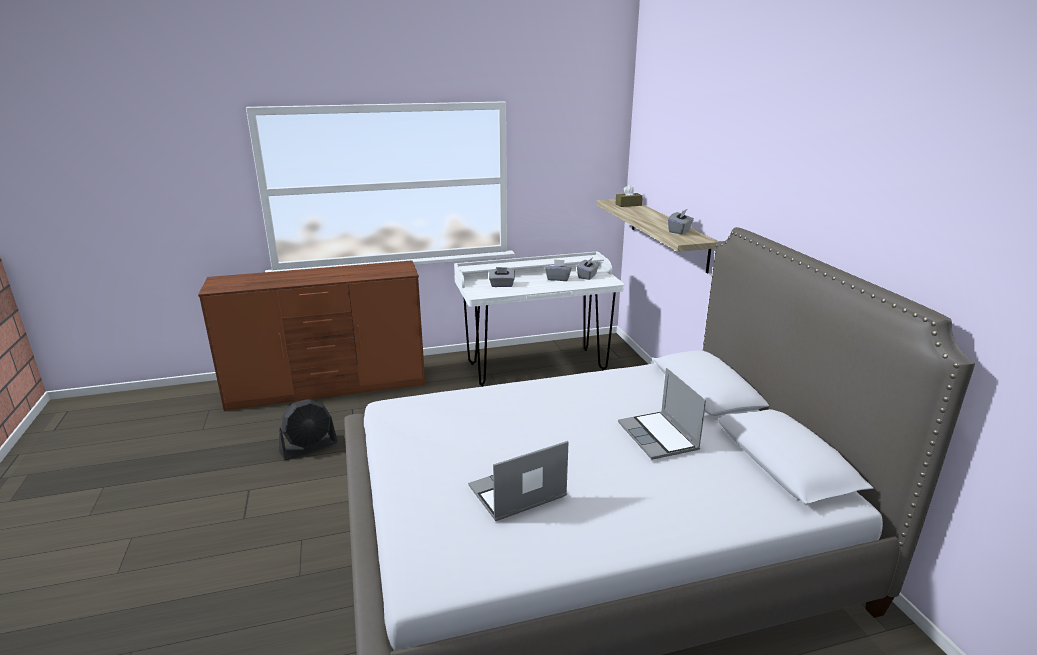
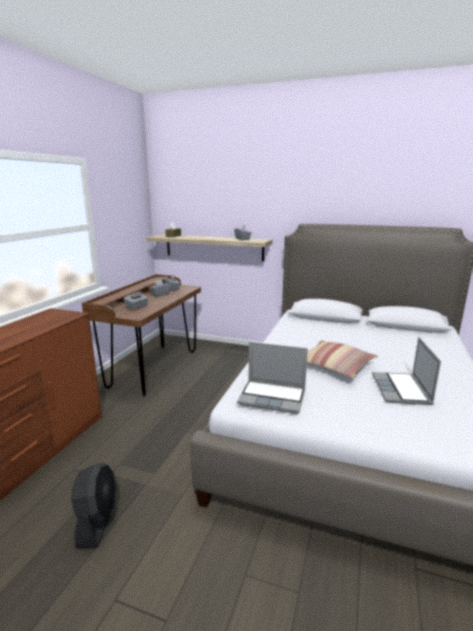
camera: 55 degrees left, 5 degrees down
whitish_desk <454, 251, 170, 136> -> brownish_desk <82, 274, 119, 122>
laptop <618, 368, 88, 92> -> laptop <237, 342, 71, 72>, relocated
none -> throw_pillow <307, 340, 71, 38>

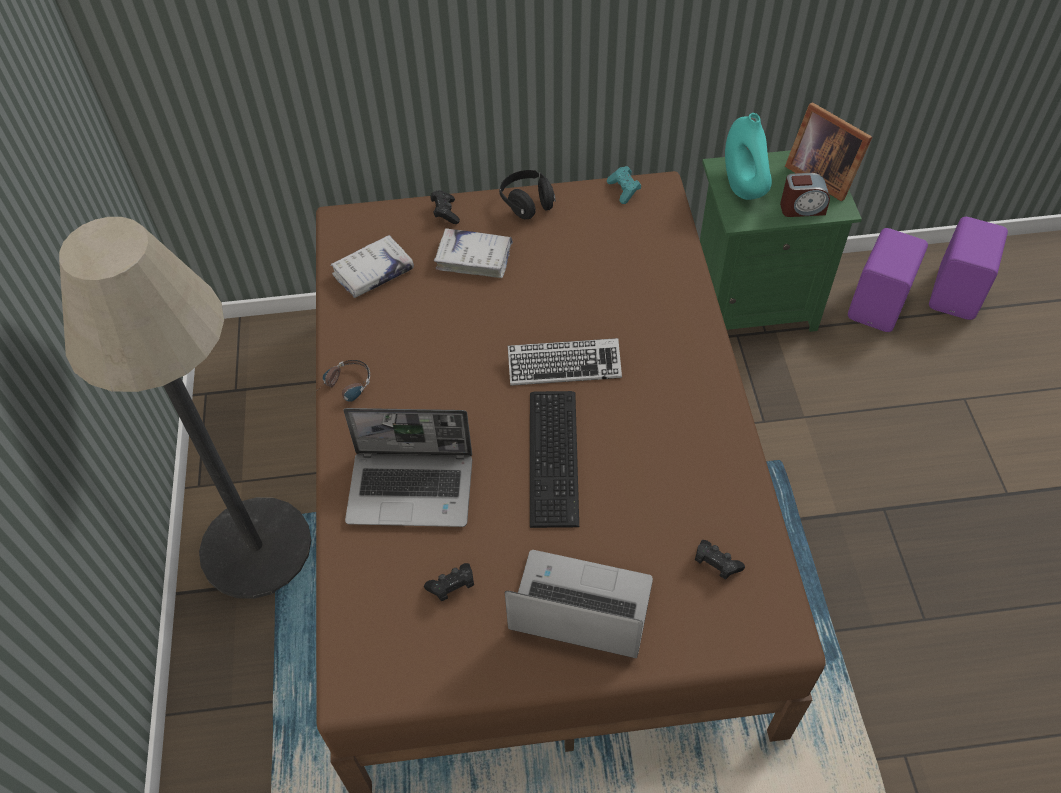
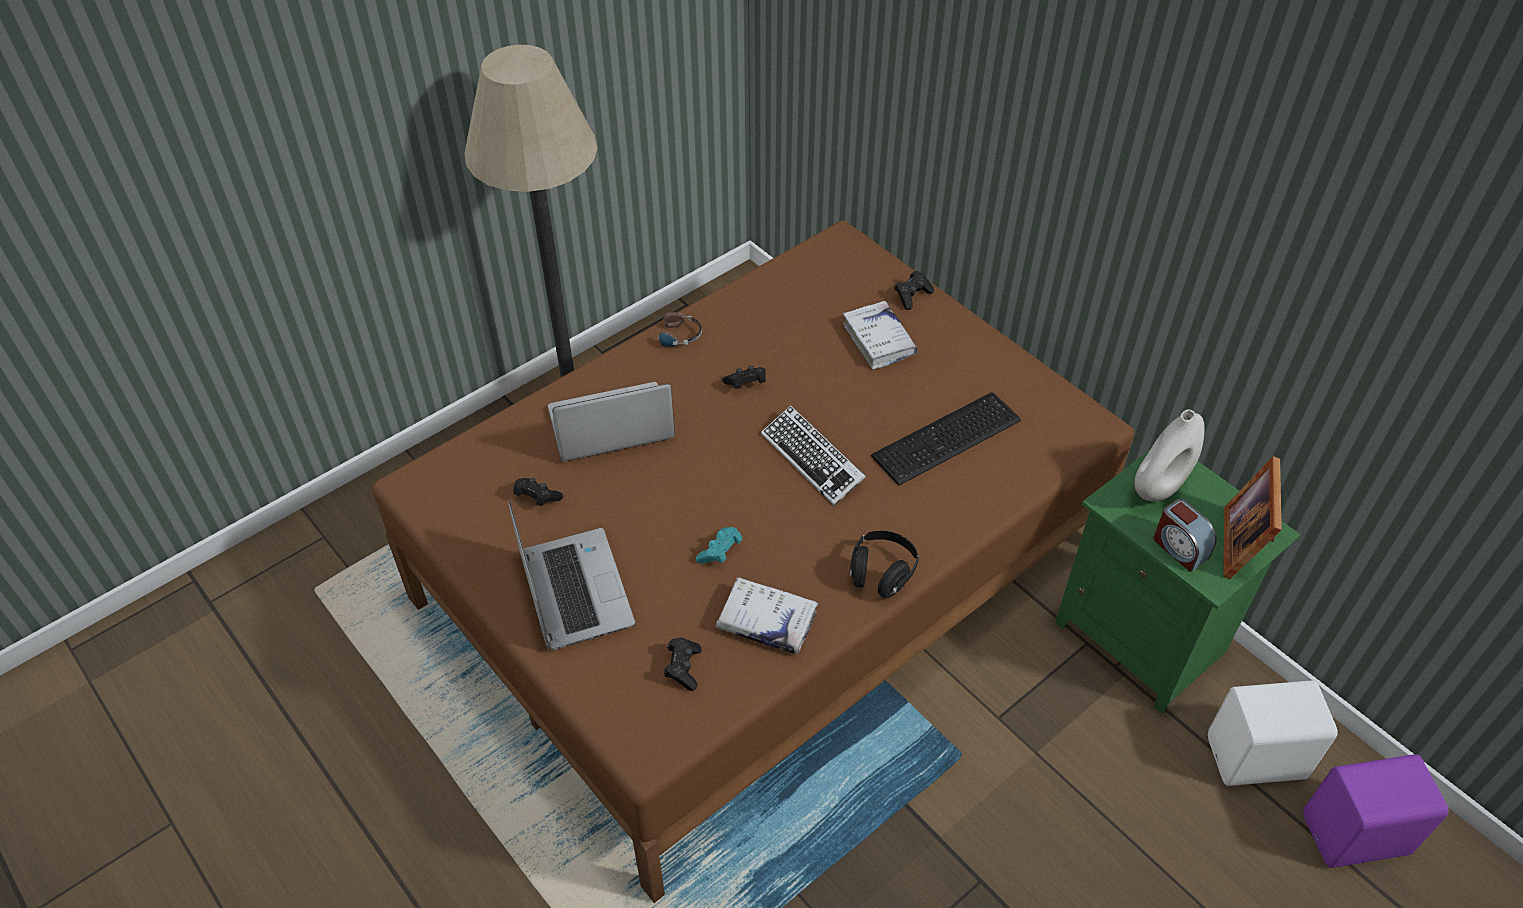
camera: 55 degrees right, 5 degrees down
laptop <344, 408, 128, 119> -> laptop <548, 382, 127, 80>, 105 degrees clockwise
turquoise_joypad <607, 166, 34, 38> -> turquoise_joypad <696, 527, 46, 37>, relocated
whitish_volume <331, 235, 83, 63> -> whitish_volume <715, 577, 103, 77>, relocated
none -> blackish_joypad <722, 365, 44, 24>
blackish_headset <499, 170, 57, 49> -> blackish_headset <849, 531, 70, 67>, relocated
PC_keyboard <530, 391, 49, 137> -> PC_keyboard <871, 392, 150, 94>, relocated
turquoise_flower_vase <725, 113, 47, 87> -> whitish_flower_vase <1134, 409, 71, 93>
purplish_audio_speaker <848, 228, 80, 104> -> whitish_audio_speaker <1208, 680, 130, 106>

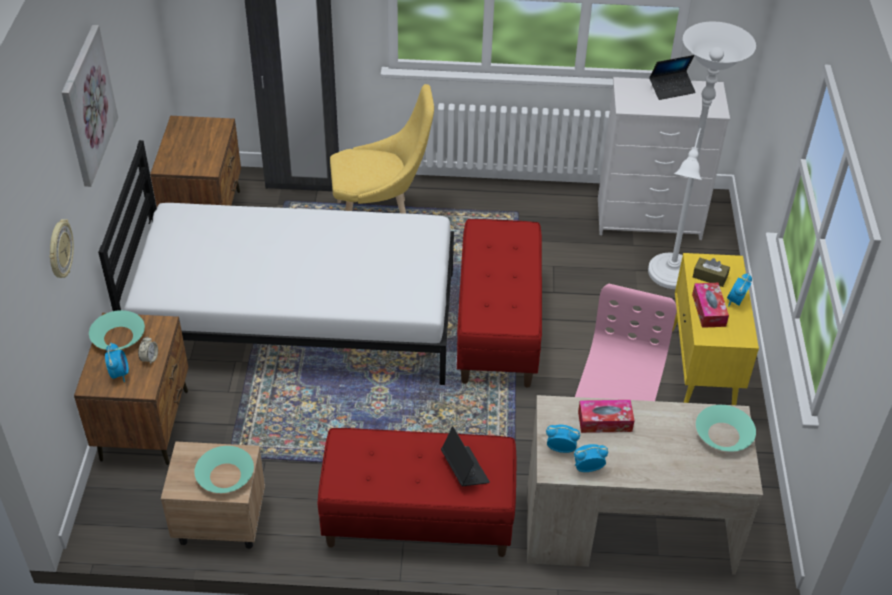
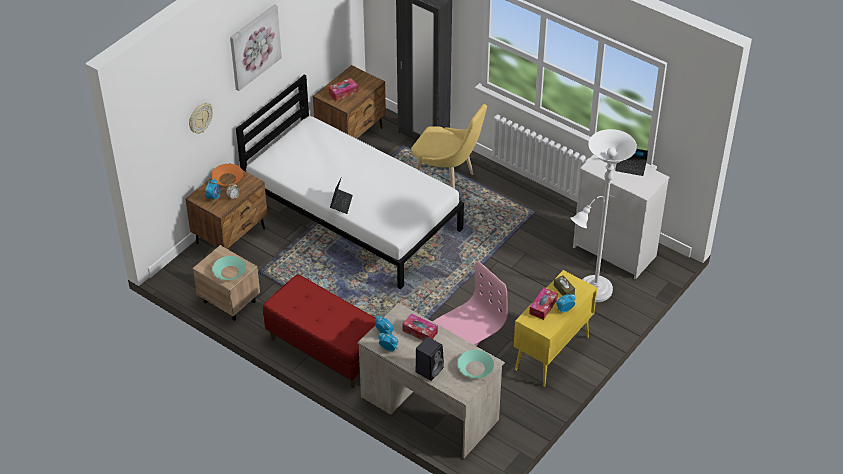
camera: 35 degrees right, 0 degrees up
turquoise_deep_dish <89, 310, 56, 40> -> orange_deep_dish <211, 164, 32, 22>
none -> box_of_tissues <328, 78, 30, 23>
laptop <441, 426, 49, 60> -> laptop <330, 178, 23, 36>, relocated
none -> blackish_audio_speaker <415, 337, 29, 44>
red_bench <457, 219, 85, 169> -> none

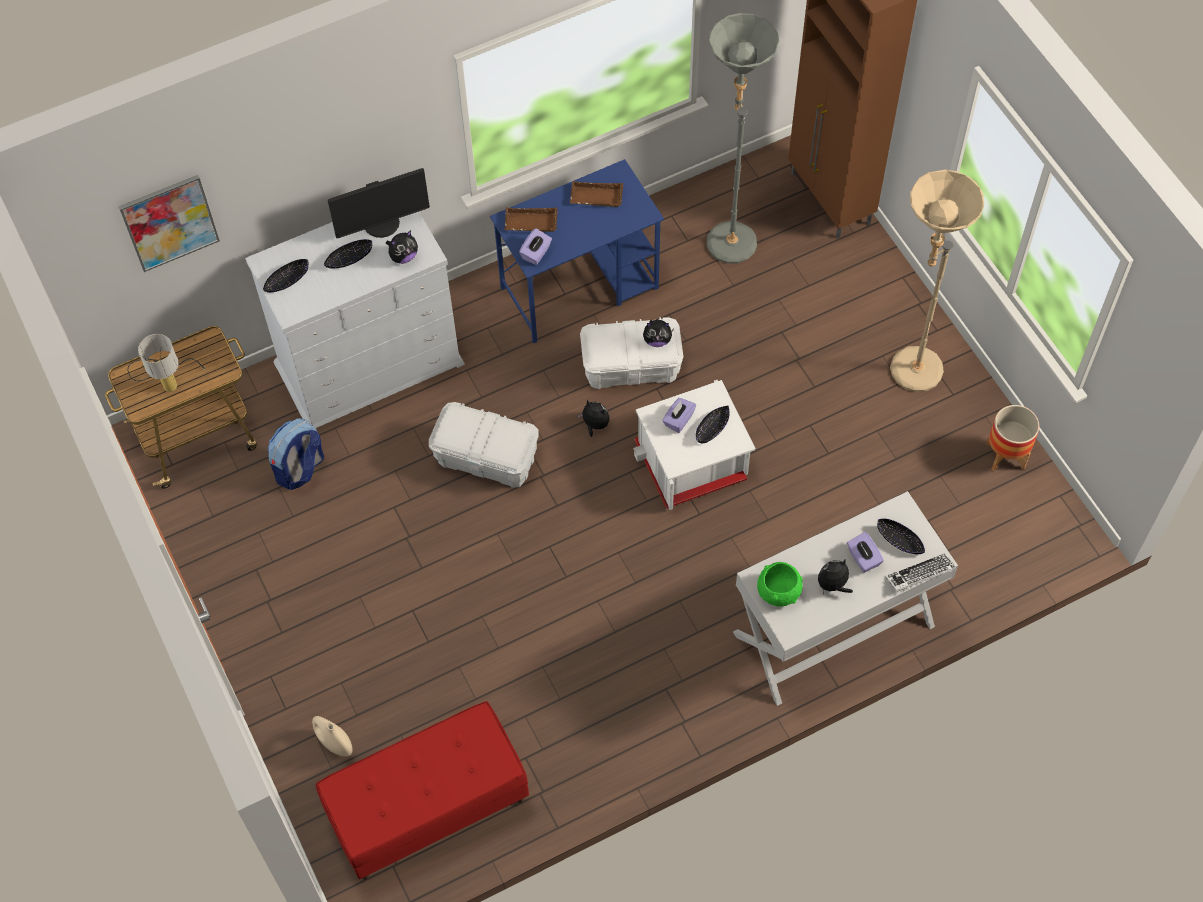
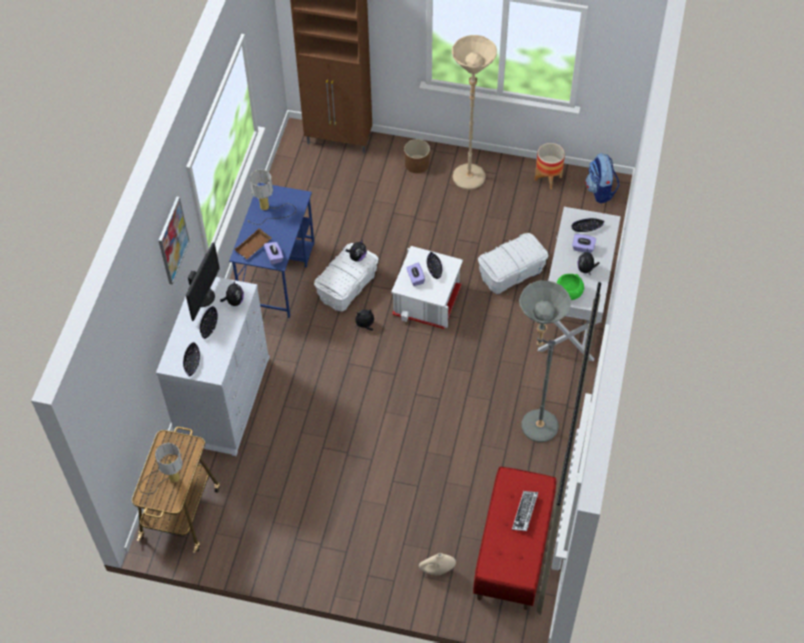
camera: 50 degrees left, 5 degrees down
wall_picture <119, 175, 101, 97> -> wall_picture <158, 197, 32, 88>, relocated
brownish_carrying_tray <570, 181, 53, 26> -> lamp_for_a_table <248, 170, 48, 55>
none -> brownish_plant_pot <404, 139, 26, 34>
whitish_storage_box <429, 402, 110, 86> -> whitish_storage_box <478, 233, 71, 61>, relocated
PC_keyboard <885, 553, 71, 39> -> PC_keyboard <512, 491, 26, 40>, relocated
greyish_standing_lamp <707, 13, 73, 251> -> greyish_standing_lamp <519, 280, 52, 162>, relocated
backpack <268, 418, 56, 72> -> backpack <585, 153, 35, 50>, relocated

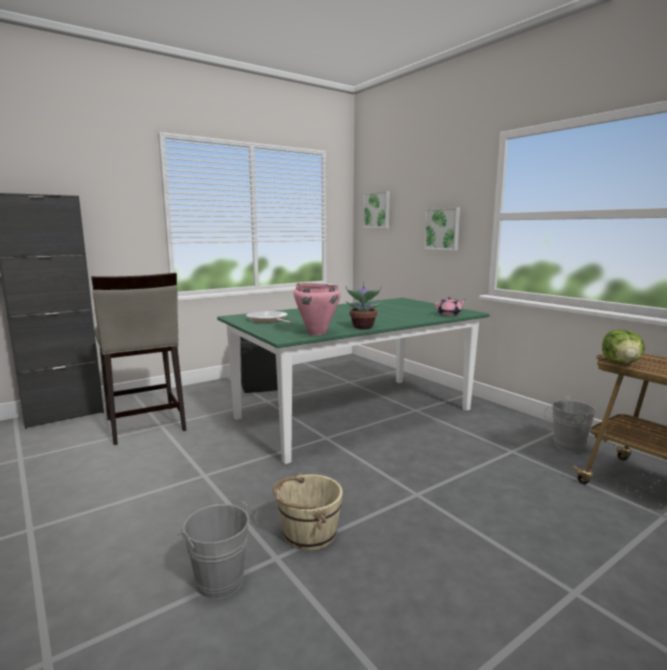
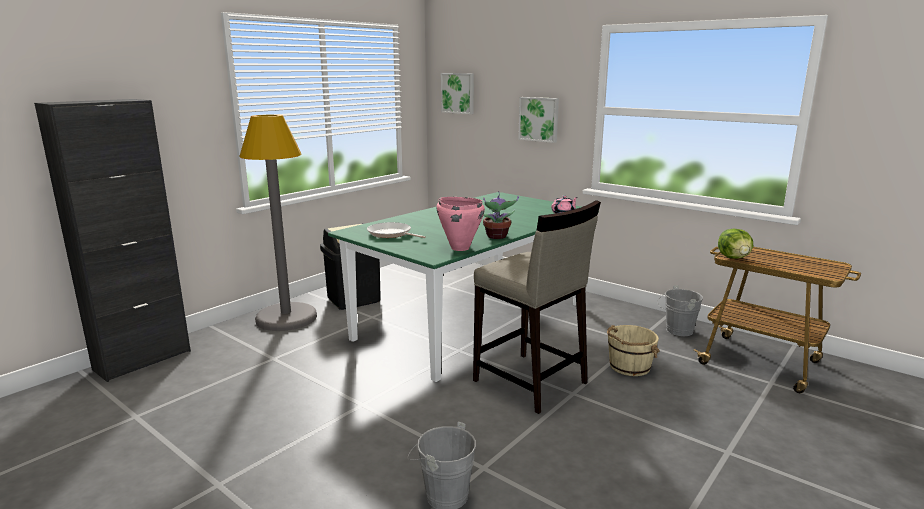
camera: 15 degrees left, 5 degrees up
none -> greyish_standing_lamp <239, 114, 78, 217>
sand-coloured_stool <91, 273, 96, 172> -> sand-coloured_stool <473, 200, 128, 214>, relocated
sand-coloured_bucket <273, 473, 70, 77> -> sand-coloured_bucket <607, 325, 53, 51>, relocated

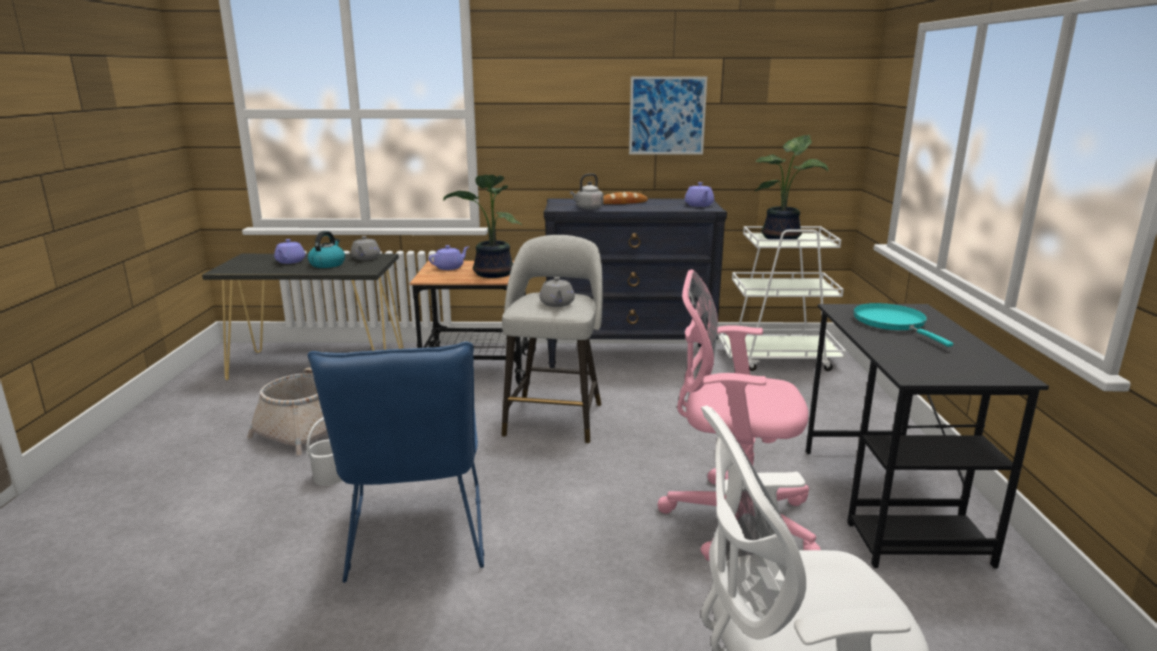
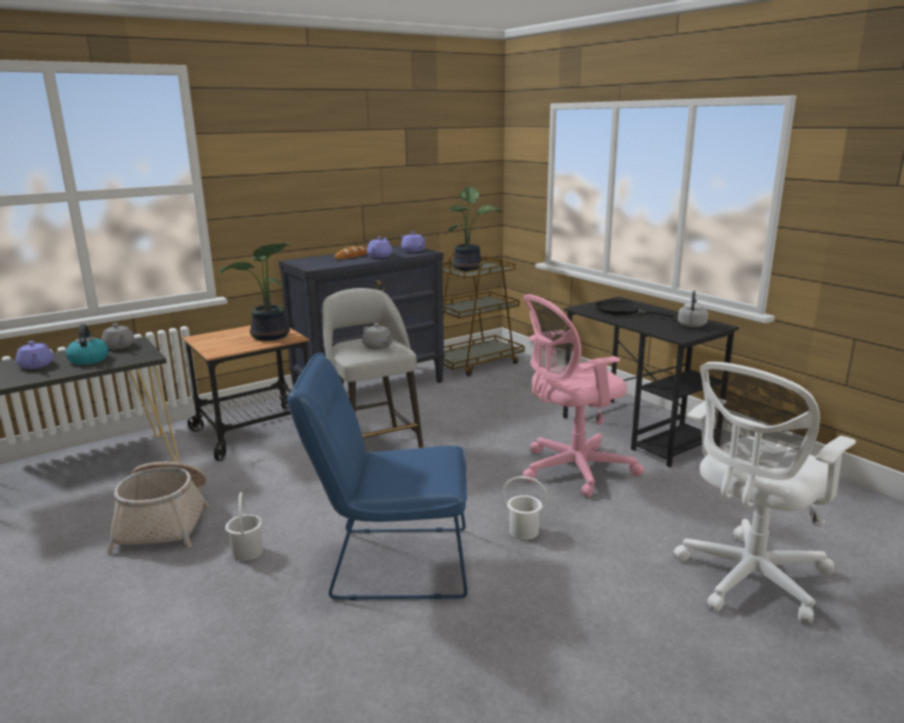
camera: 35 degrees left, 0 degrees up
blue_plain_chair <308, 341, 176, 242> -> blue_plain_chair <287, 352, 181, 248>, 135 degrees clockwise
purplish_teapot <429, 245, 40, 25> -> purplish_teapot <367, 237, 25, 21>, relocated
whitish_wheeled_cart <718, 226, 128, 145> -> brownish_wheeled_cart <433, 253, 92, 123>
none -> whitish_bucket <502, 476, 46, 64>
turquoise_frying_pan <853, 303, 100, 44> -> blackish_frying_pan <595, 299, 80, 19>
greyish_water_kettle <570, 173, 34, 37> -> greyish_water_kettle <678, 291, 30, 36>, relocated
wall_picture <629, 76, 78, 79> -> none

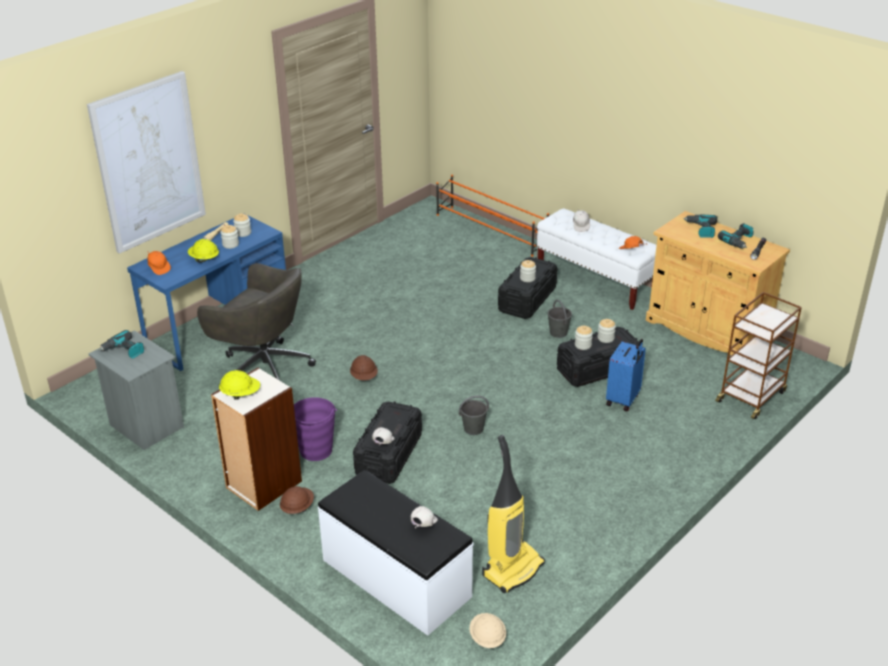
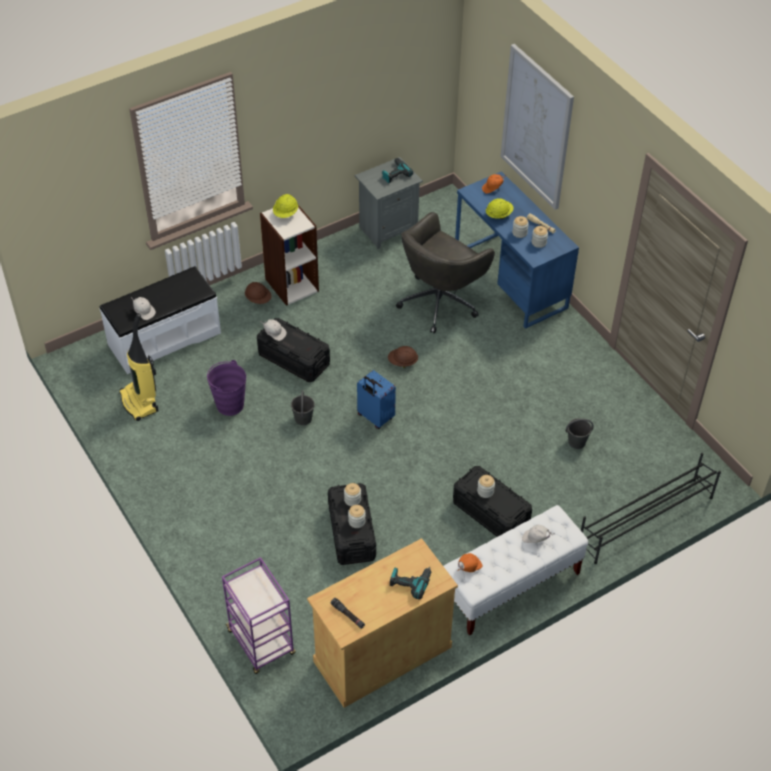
camera: 105 degrees right, 15 degrees up
purplish_bucket <294, 397, 43, 64> -> purplish_bucket <207, 360, 39, 56>, relocated
brownish_wheeled_cart <715, 292, 87, 127> -> purplish_wheeled_cart <222, 557, 73, 117>
blue_suitcase <606, 339, 40, 72> -> blue_suitcase <357, 370, 39, 59>, relocated
greyish_bucket <548, 300, 24, 38> -> greyish_bucket <565, 418, 29, 31>, relocated
orange_shoe_shelf <436, 175, 113, 82> -> blackish_shoe_shelf <581, 453, 140, 111>
sand-coloured_work_helmet <469, 613, 37, 35> -> none
drill <718, 223, 35, 26> -> none

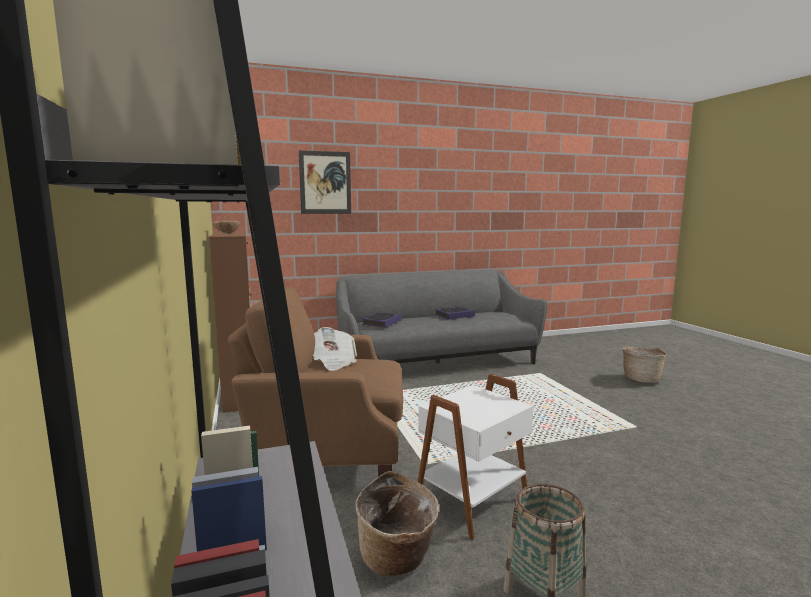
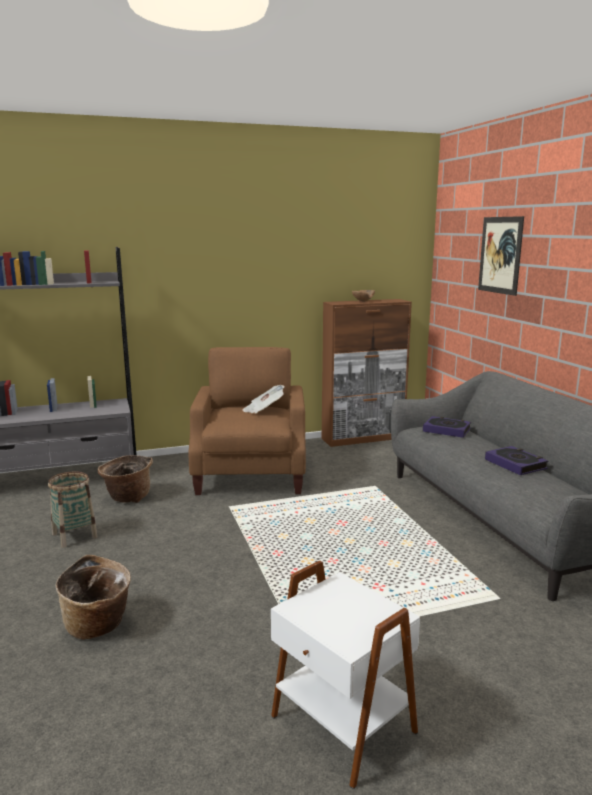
camera: 90 degrees right, 5 degrees up
basket <622, 347, 45, 36> -> basket <56, 555, 75, 84>, relocated
whitish_accent_table <418, 374, 115, 166> -> whitish_accent_table <271, 561, 149, 228>, relocated

